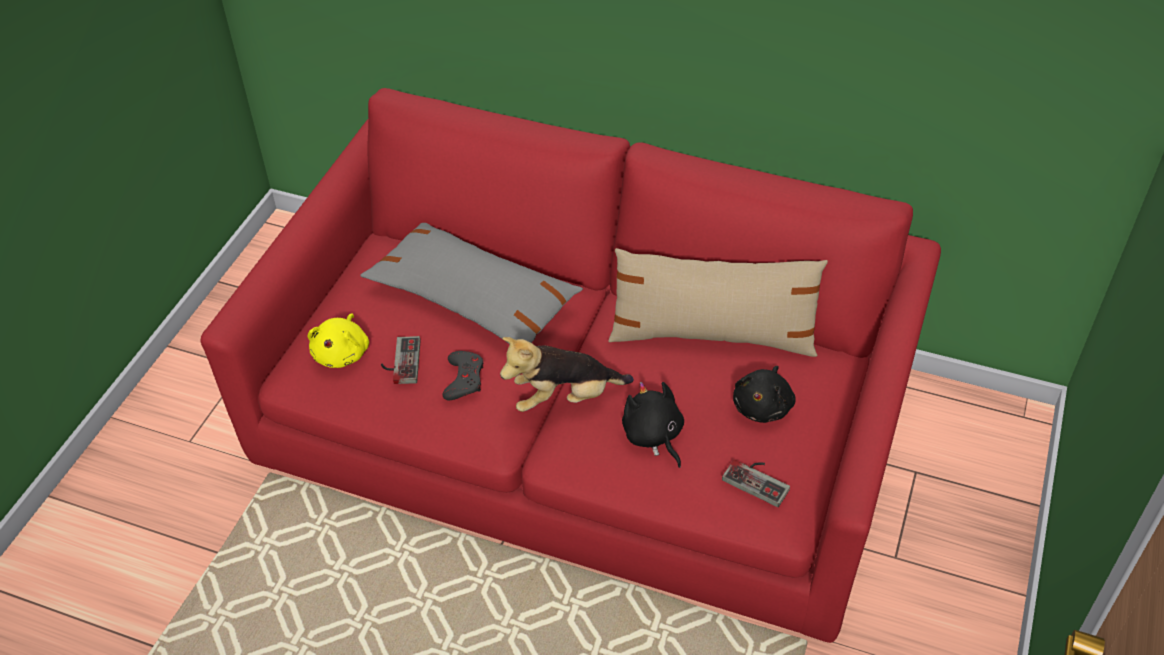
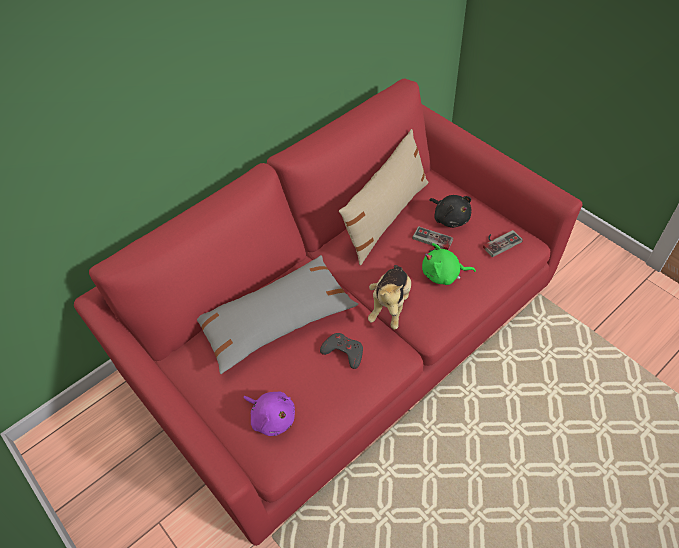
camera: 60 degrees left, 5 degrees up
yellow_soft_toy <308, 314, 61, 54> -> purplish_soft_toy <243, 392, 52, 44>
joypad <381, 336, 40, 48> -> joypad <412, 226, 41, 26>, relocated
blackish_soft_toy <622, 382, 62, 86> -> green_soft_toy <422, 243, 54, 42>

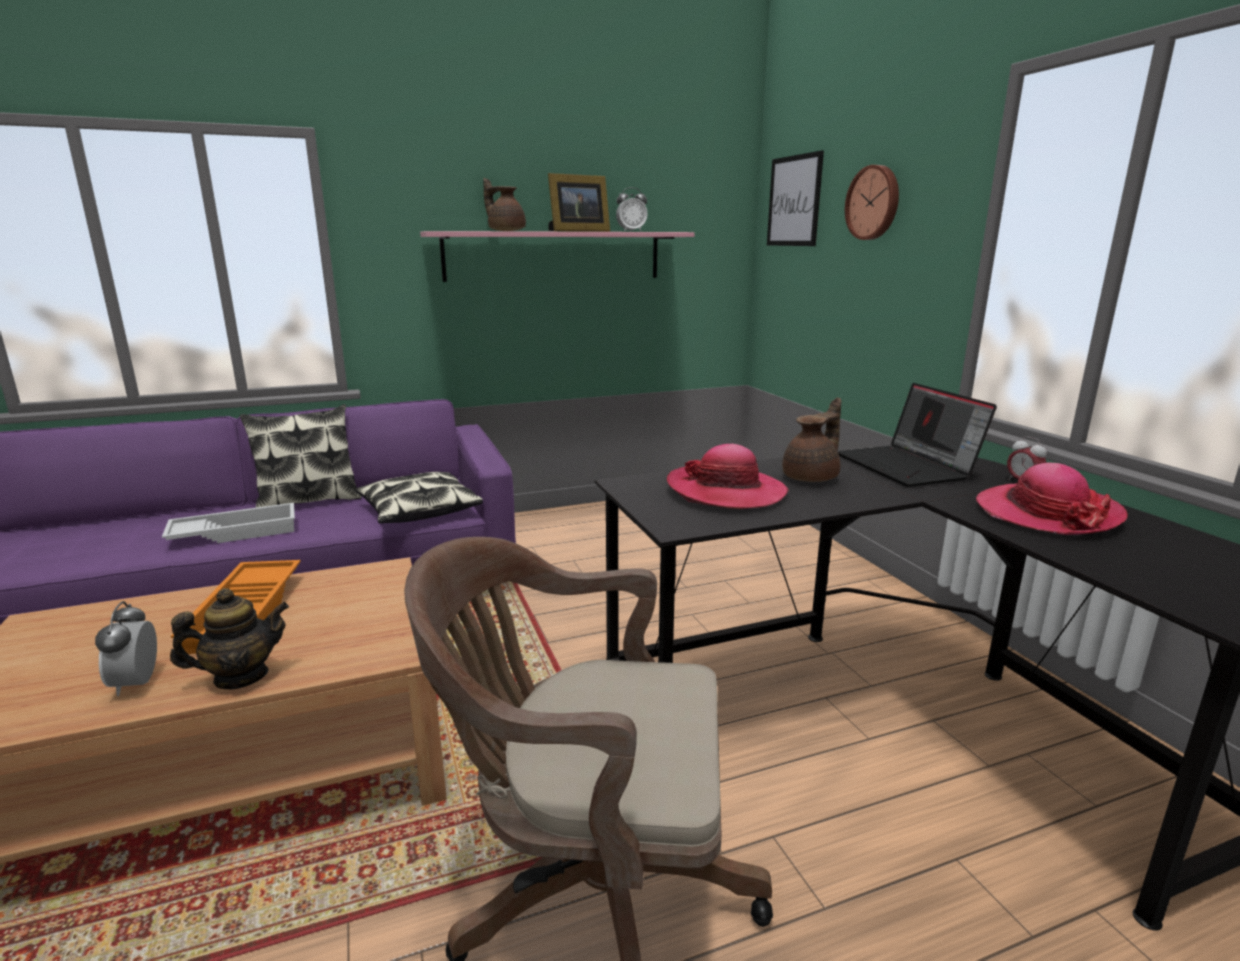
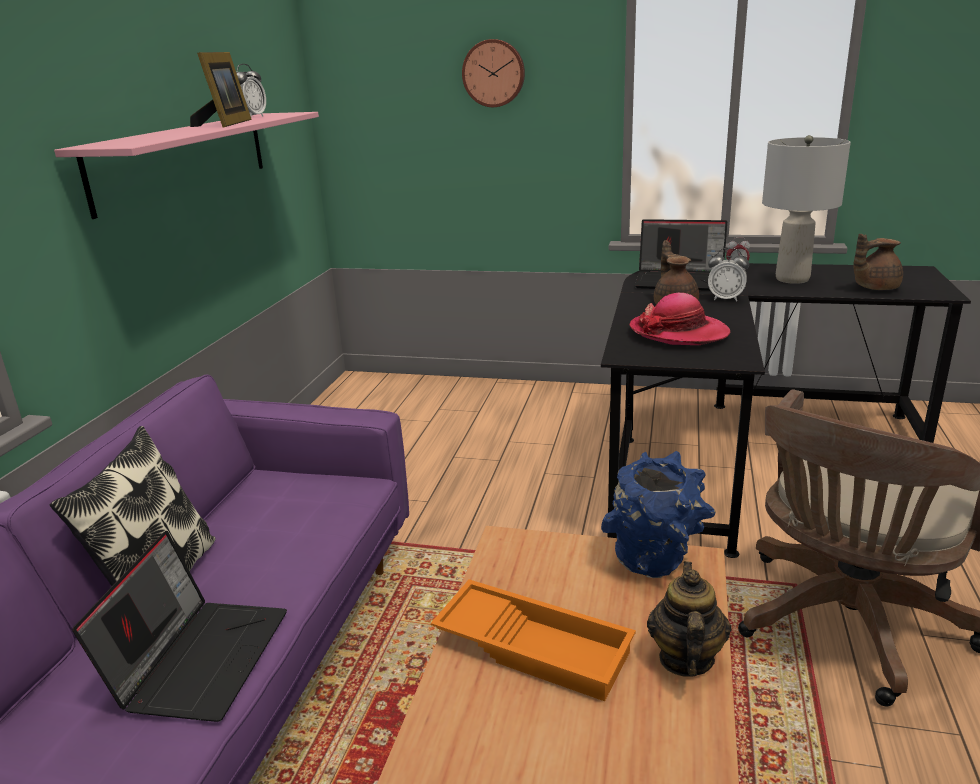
camera: 55 degrees left, 5 degrees up
whitish_carrying_tray <162, 503, 133, 40> -> laptop <72, 531, 215, 191>
none -> blue_flower_vase <601, 451, 115, 127>
alarm_clock <95, 601, 62, 95> -> alarm_clock <708, 248, 41, 54>, relocated
hat <976, 463, 152, 72> -> greyish_lamp_for_a_table <762, 135, 89, 149>
brownish_teapot <483, 178, 43, 53> -> brownish_teapot <854, 234, 49, 56>, relocated
throw_pillow <356, 472, 127, 52> -> none
wall_picture <767, 150, 57, 96> -> none

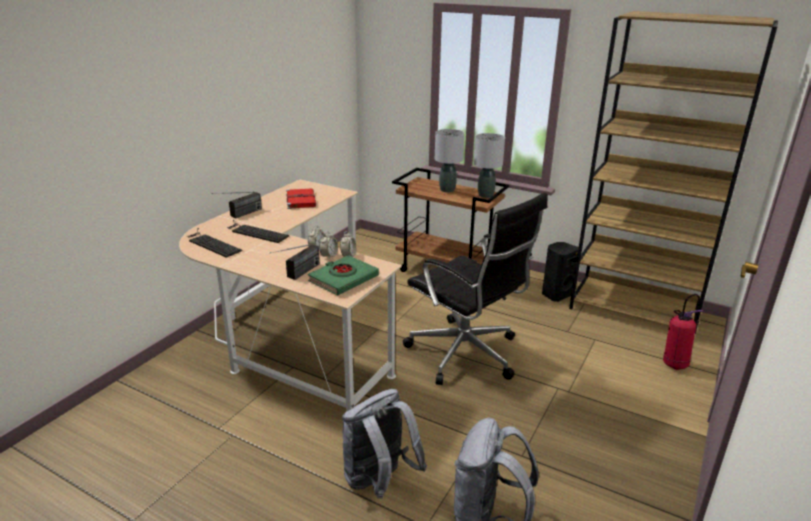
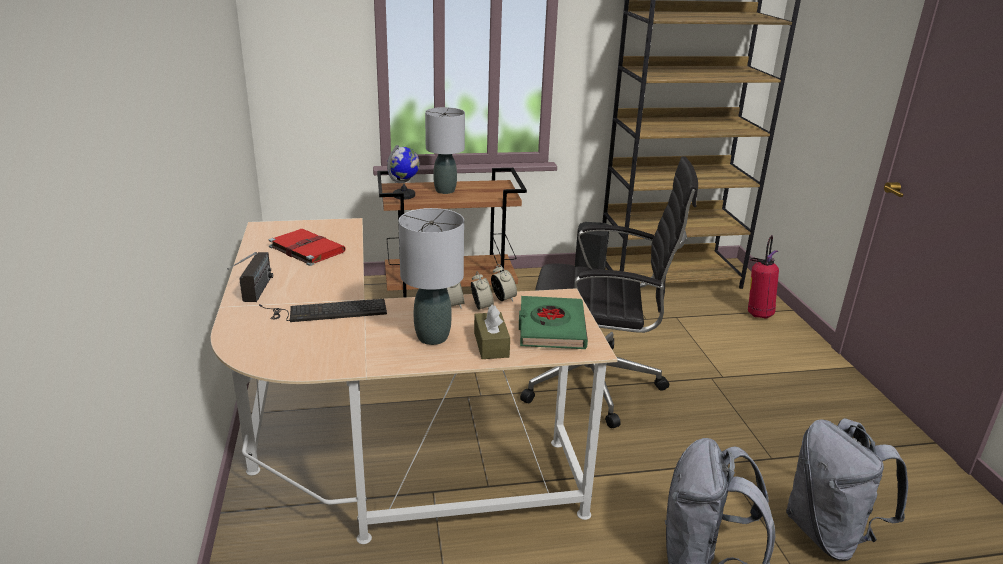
camera: 40 degrees left, 0 degrees up
none -> globe <387, 145, 33, 54>
greyish_lamp_for_a_table <474, 133, 31, 65> -> greyish_lamp_for_a_table <399, 208, 65, 137>, relocated
radio <270, 244, 50, 36> -> brownish_box_of_tissues <474, 305, 36, 54>
PC_keyboard <187, 228, 55, 30> -> none

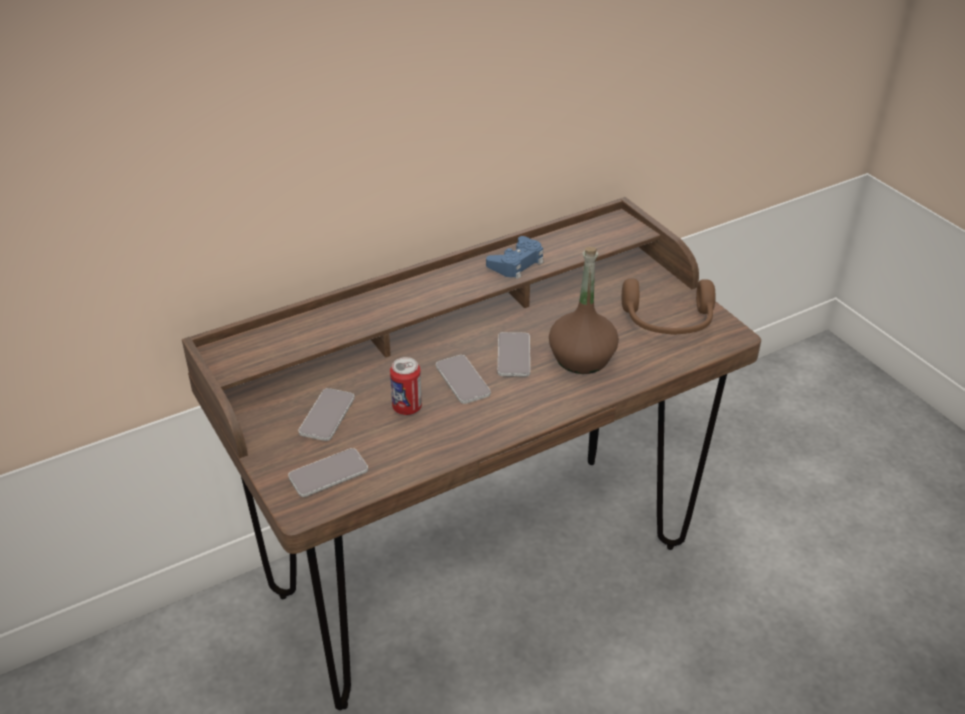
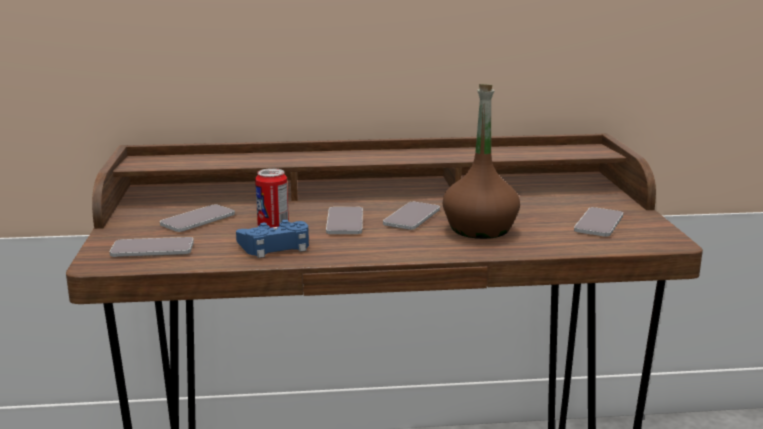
camera: 25 degrees right, 20 degrees down
blue_joypad <486, 236, 57, 43> -> blue_joypad <236, 220, 73, 38>, relocated
brownish_headset <622, 278, 94, 57> -> telephone <574, 207, 49, 30>

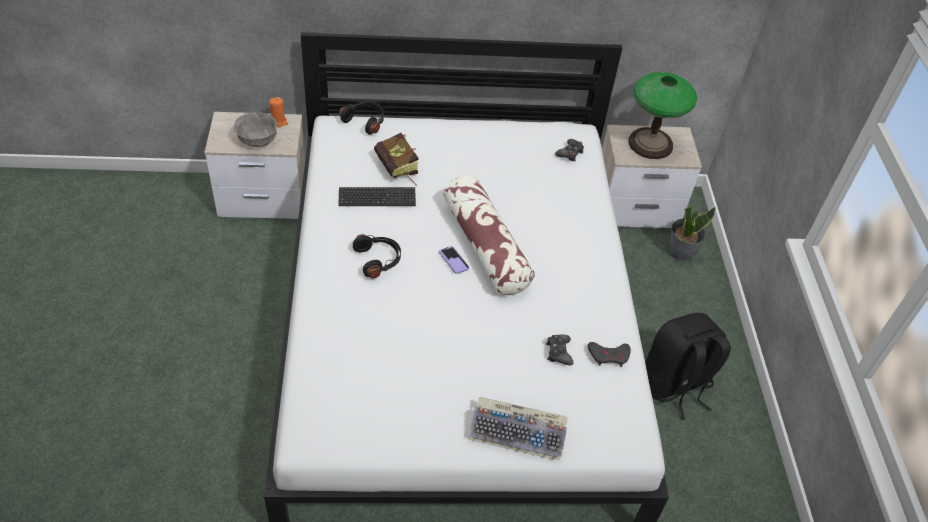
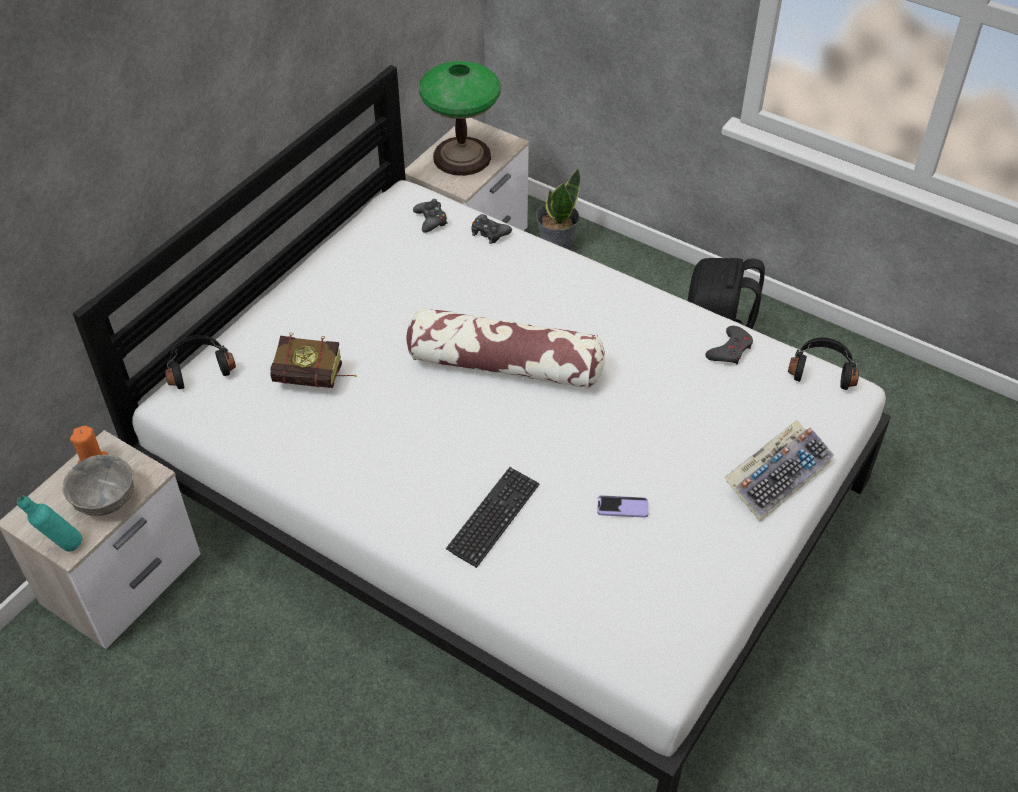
camera: 50 degrees left, 0 degrees up
none -> turquoise_bottle <16, 495, 66, 57>
PC_keyboard <338, 187, 78, 19> -> PC_keyboard <446, 467, 94, 101>, relocated
blackish_joypad <546, 335, 27, 30> -> blackish_joypad <471, 214, 41, 30>, relocated
telephone <439, 246, 30, 28> -> telephone <597, 495, 51, 23>, relocated
blackish_headset <353, 234, 48, 44> -> blackish_headset <788, 337, 71, 53>, relocated

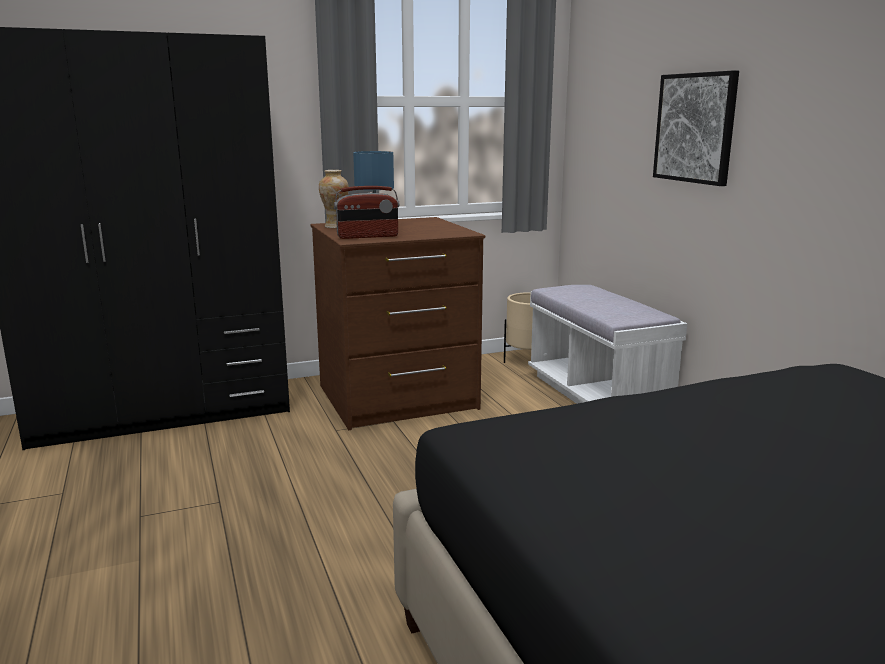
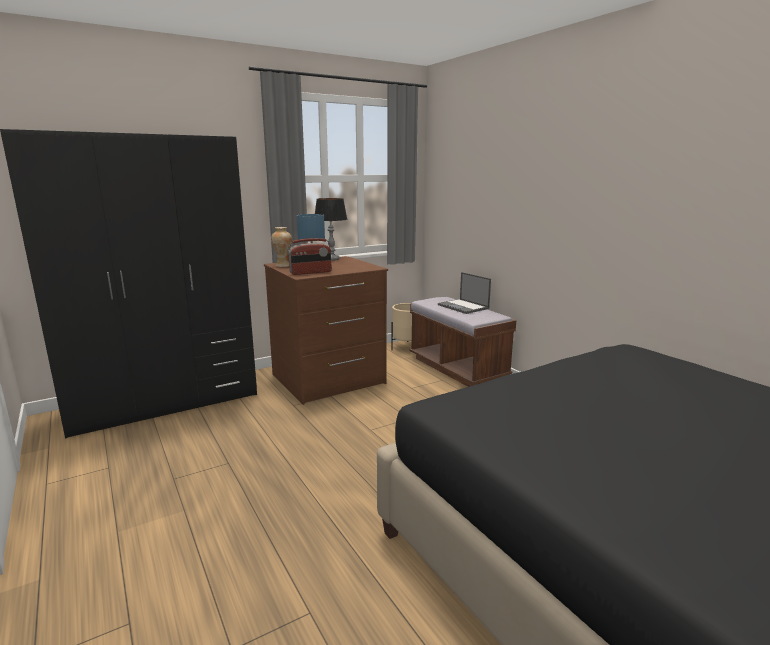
camera: 10 degrees left, 0 degrees up
none -> lamp_for_a_table <315, 198, 32, 63>
whitish_bench <528, 285, 159, 119> -> brownish_bench <410, 297, 106, 90>
none -> laptop <438, 272, 53, 42>
wall_picture <653, 70, 86, 116> -> none

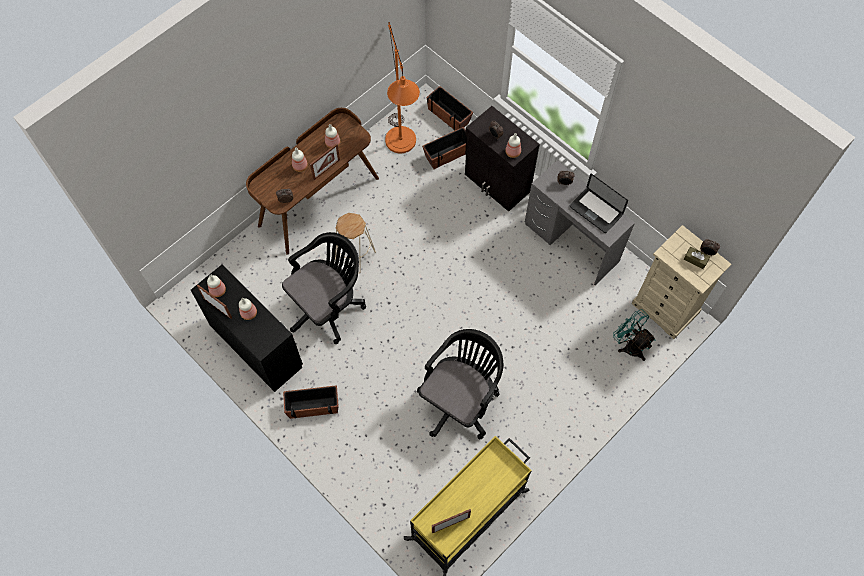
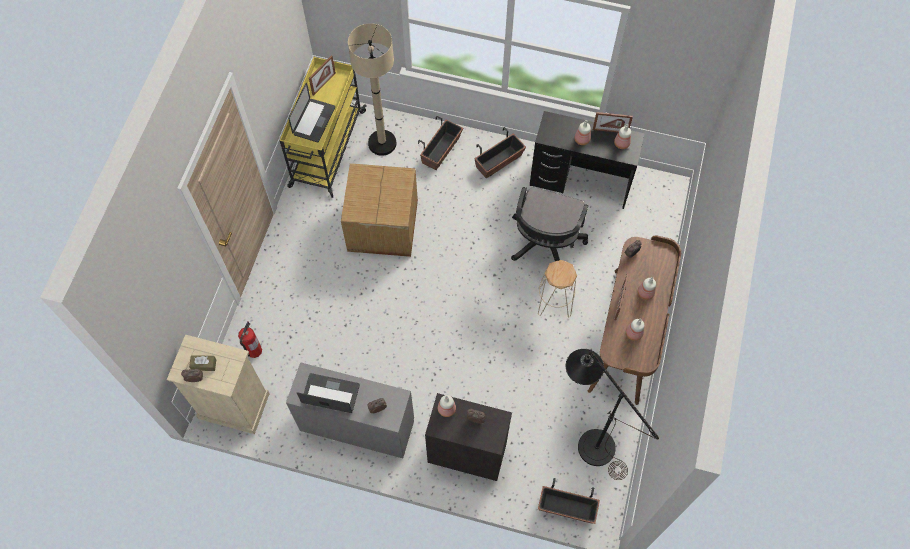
camera: 150 degrees right, 0 degrees up
turquoise_fan <613, 309, 43, 52> -> fire_extinguisher <238, 321, 24, 37>
none -> laptop <288, 82, 47, 60>
blackish_computer_chair <417, 329, 86, 110> -> cardboard_box <341, 163, 77, 94>
none -> sand-coloured_standing_lamp <348, 23, 48, 133>
plant_pot <422, 127, 45, 42> -> plant_pot <418, 116, 45, 54>, relocated
orange_standing_lamp <385, 22, 35, 131> -> blackish_standing_lamp <566, 349, 93, 131>

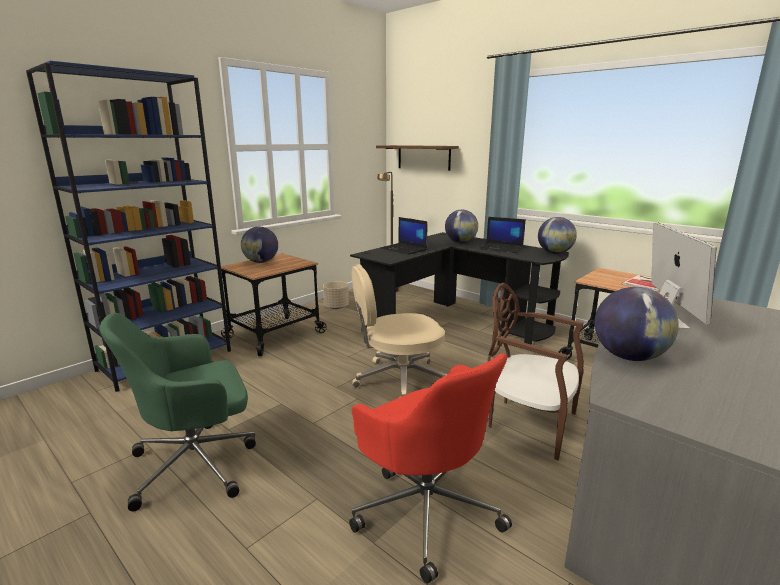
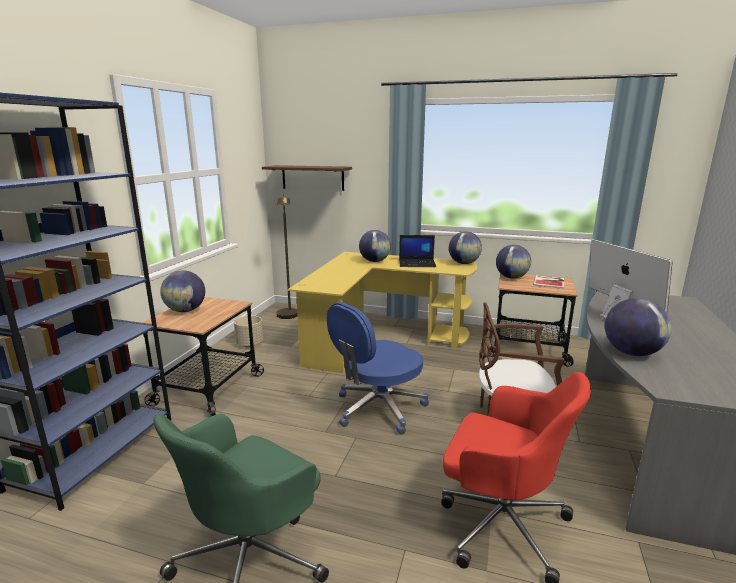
camera: 25 degrees left, 0 degrees up
blackish_desk <350, 232, 219, 113> -> yellow_desk <288, 252, 189, 121>
sand-coloured_computer_chair <351, 264, 97, 134> -> blue_computer_chair <327, 302, 102, 133>
none -> globe <496, 245, 35, 34>
laptop <380, 217, 48, 38> -> none

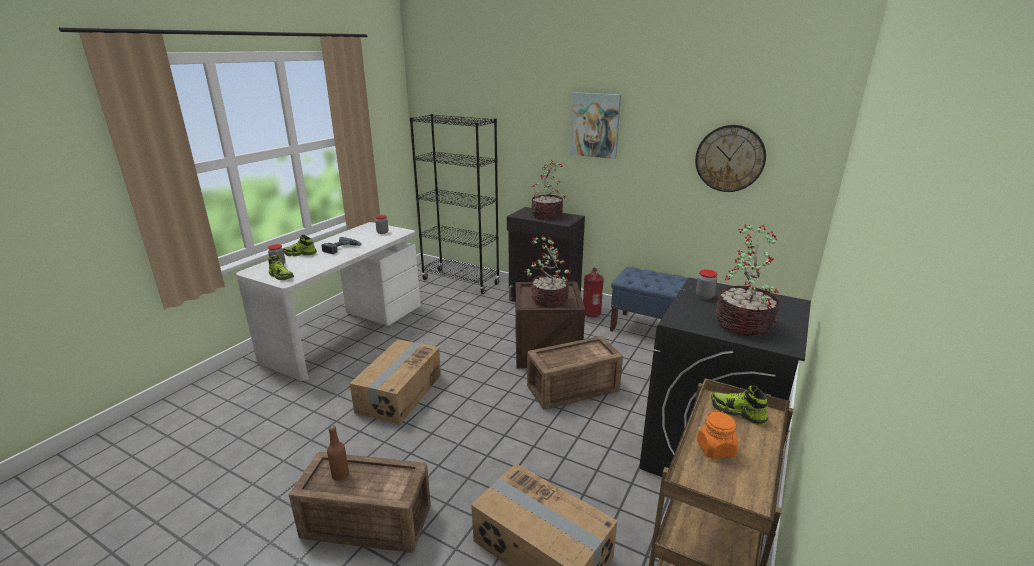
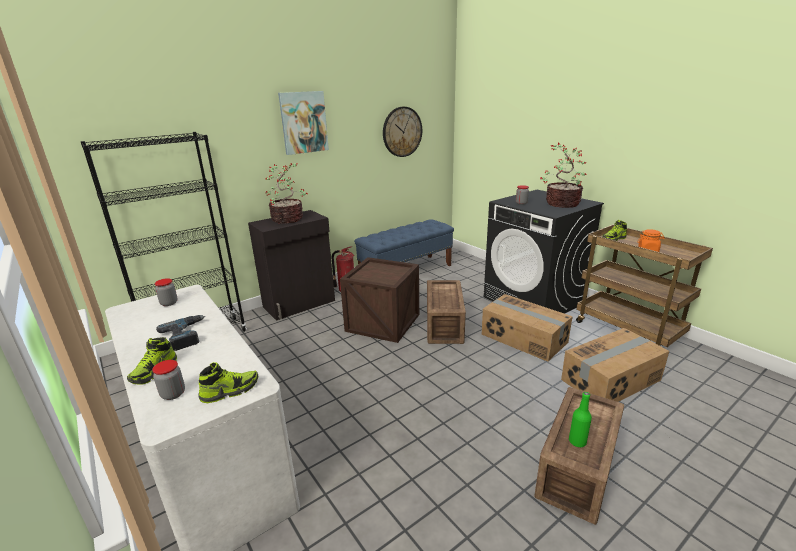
camera: 65 degrees left, 0 degrees up
cardboard_box <350, 339, 91, 86> -> cardboard_box <482, 294, 91, 68>, relocated
brownish_bottle <327, 425, 22, 56> -> green_bottle <569, 392, 23, 55>
potted_plant <524, 235, 47, 72> -> none

